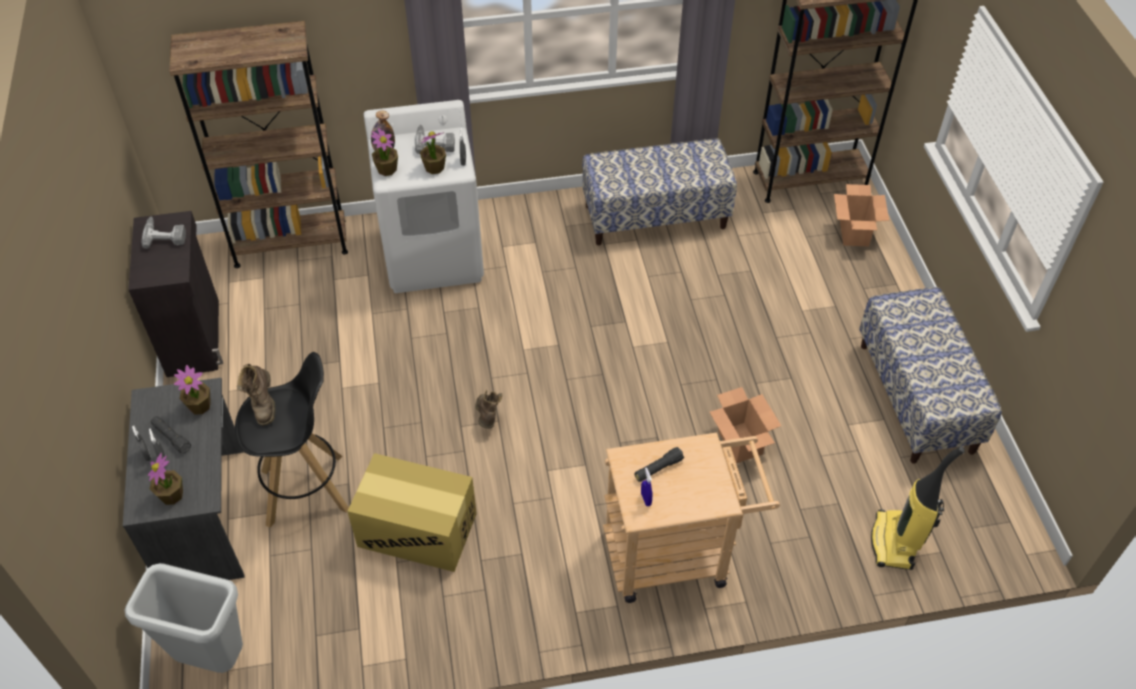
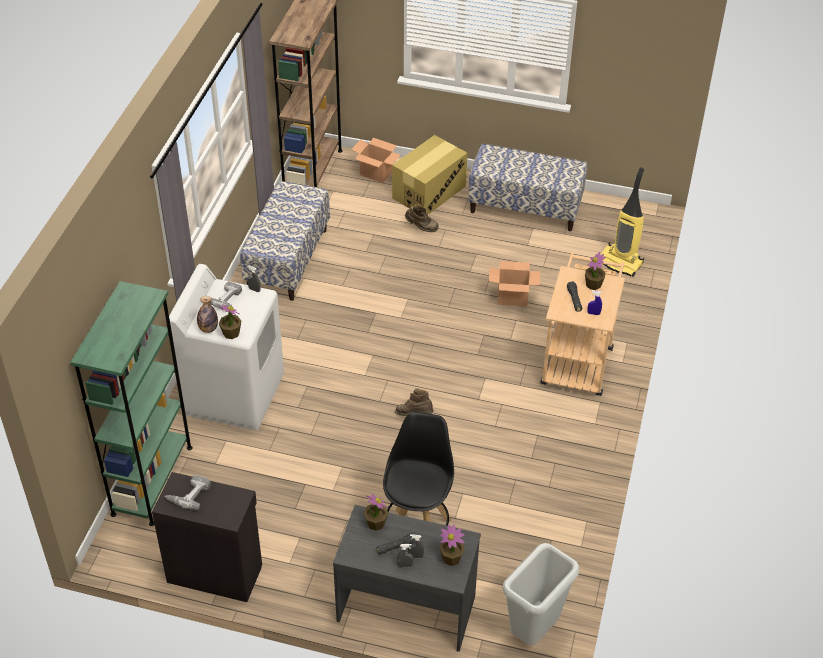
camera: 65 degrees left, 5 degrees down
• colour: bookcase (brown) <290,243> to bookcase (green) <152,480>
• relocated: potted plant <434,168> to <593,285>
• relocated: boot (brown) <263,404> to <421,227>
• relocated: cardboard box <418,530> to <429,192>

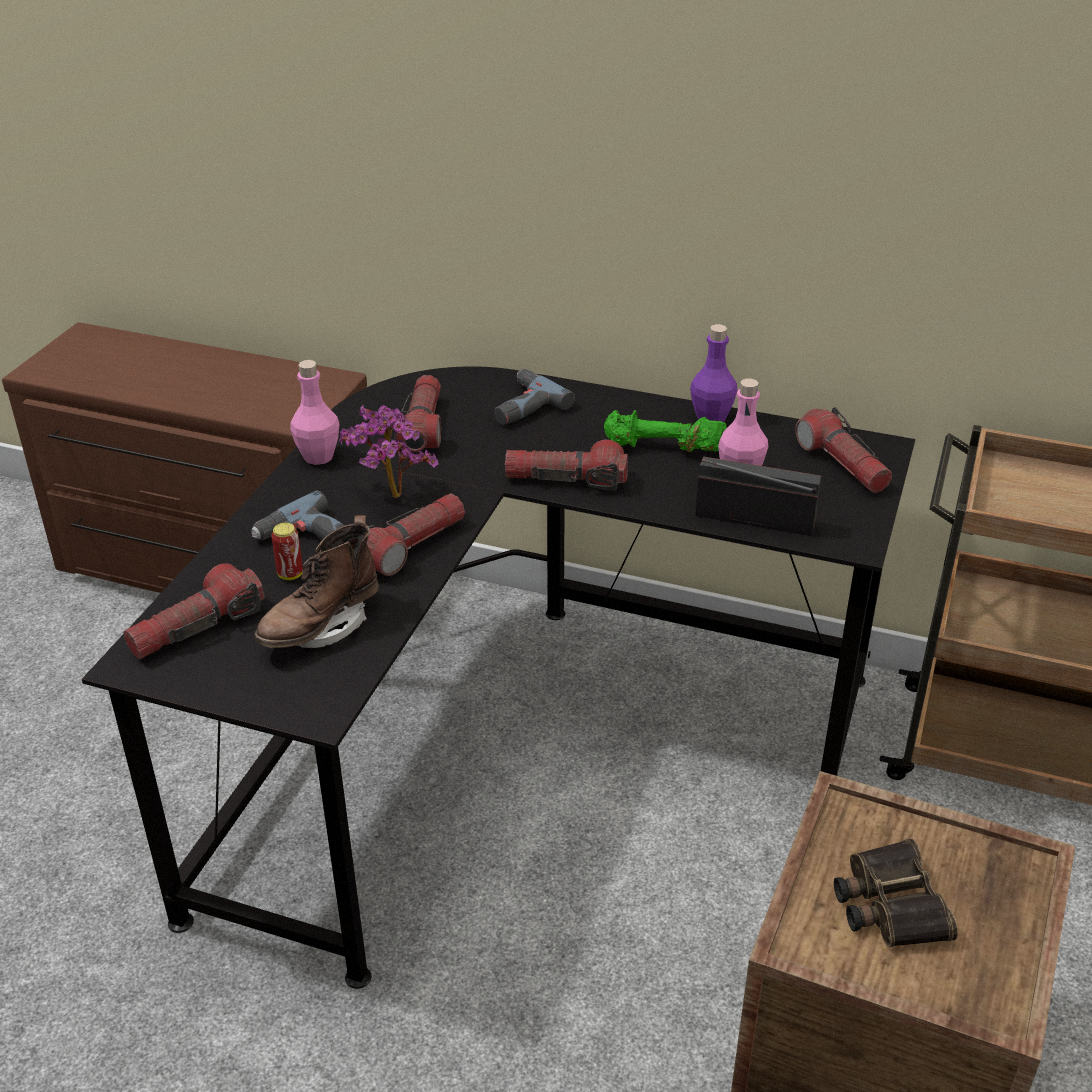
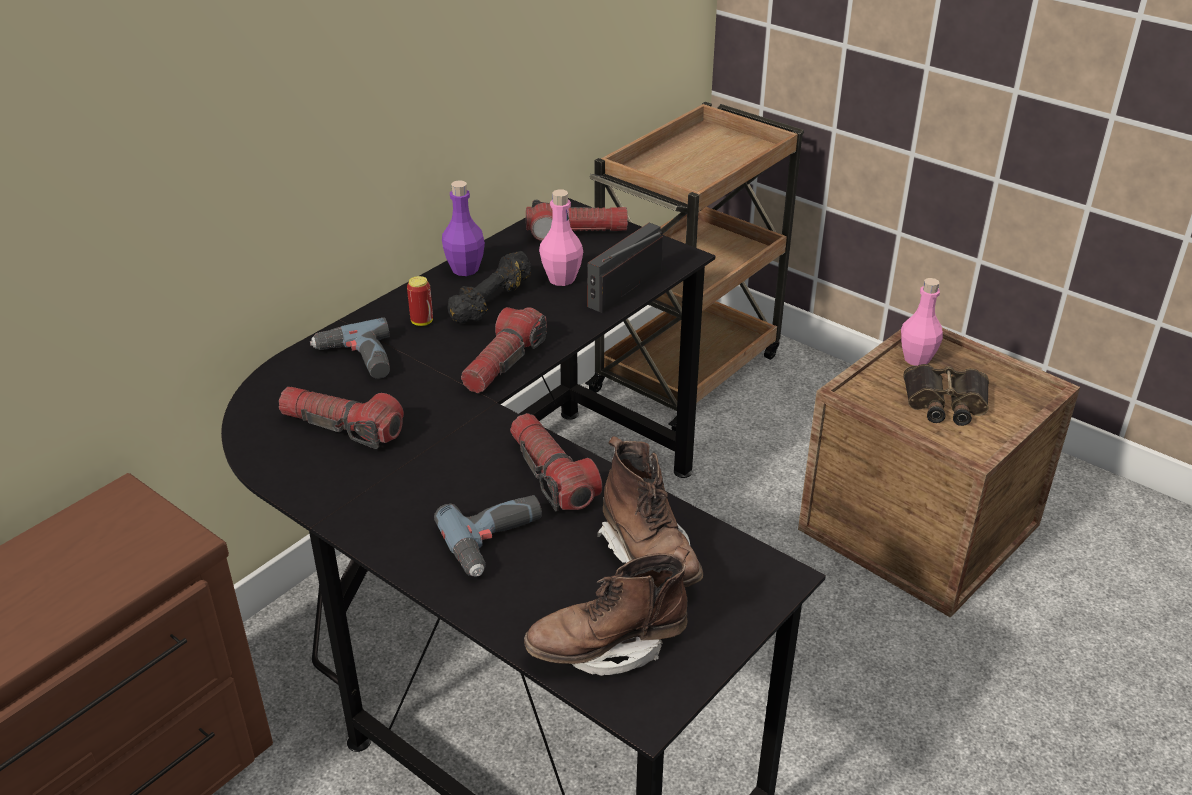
camera: 70 degrees left, 0 degrees up
• relocated: bottle (pink) <318,456> to <916,359>
• missing: potted plant <390,500>
• colour: dumbbell (green) <663,448> to dumbbell (black) <492,303>
• relocated: can <290,574> to <422,322>
• exchanged: flashlight <197,628> to boot (brown) <608,647>

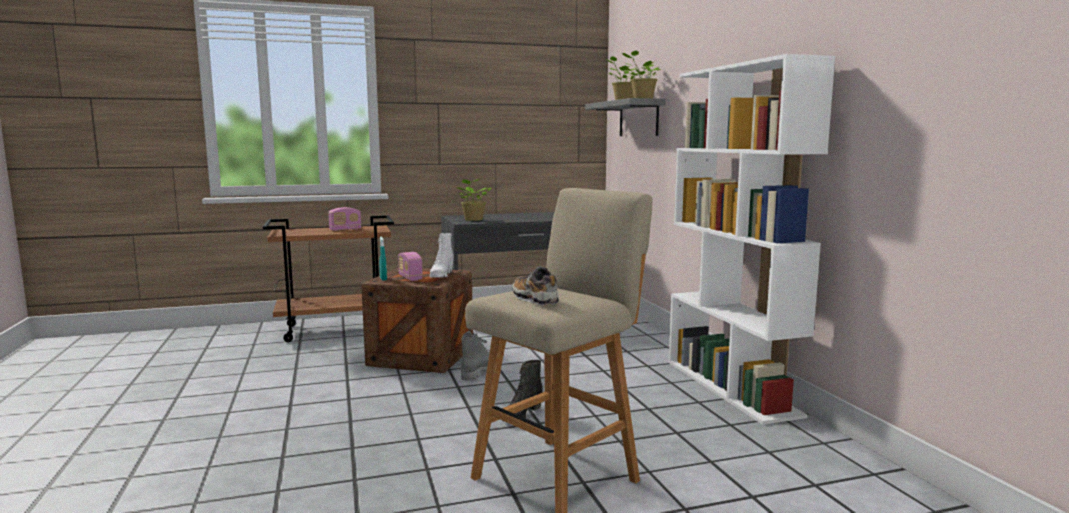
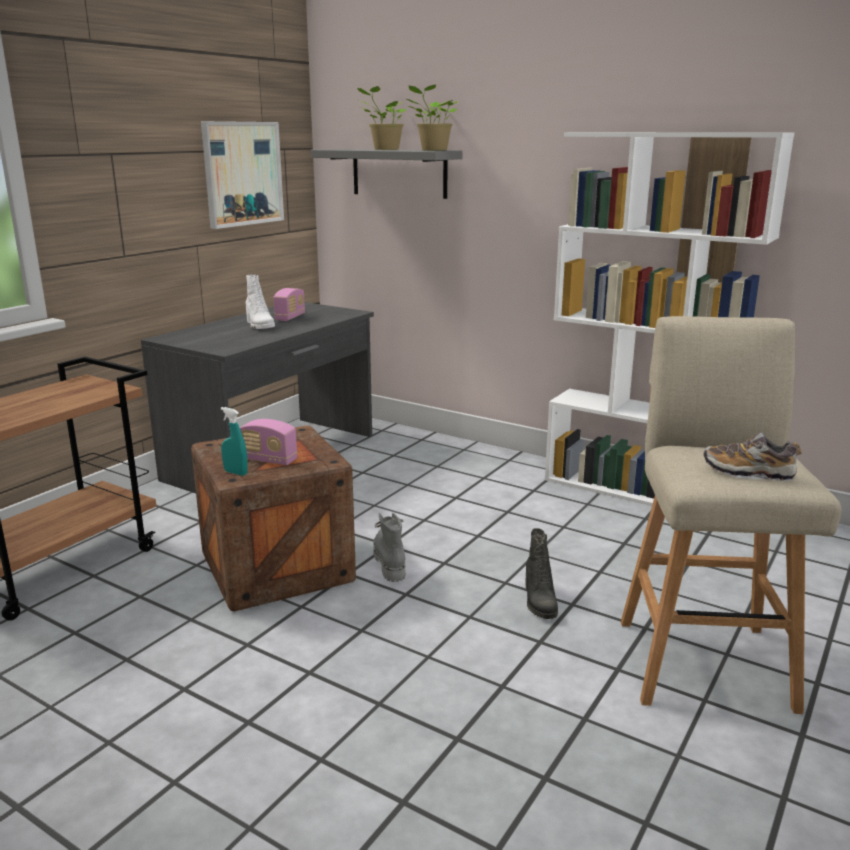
camera: 40 degrees left, 10 degrees up
• missing: potted plant <473,220>
• relocated: radio <345,230> to <290,317>
• relocated: boot (white) <441,275> to <259,326>
• appeared: picture <242,173>

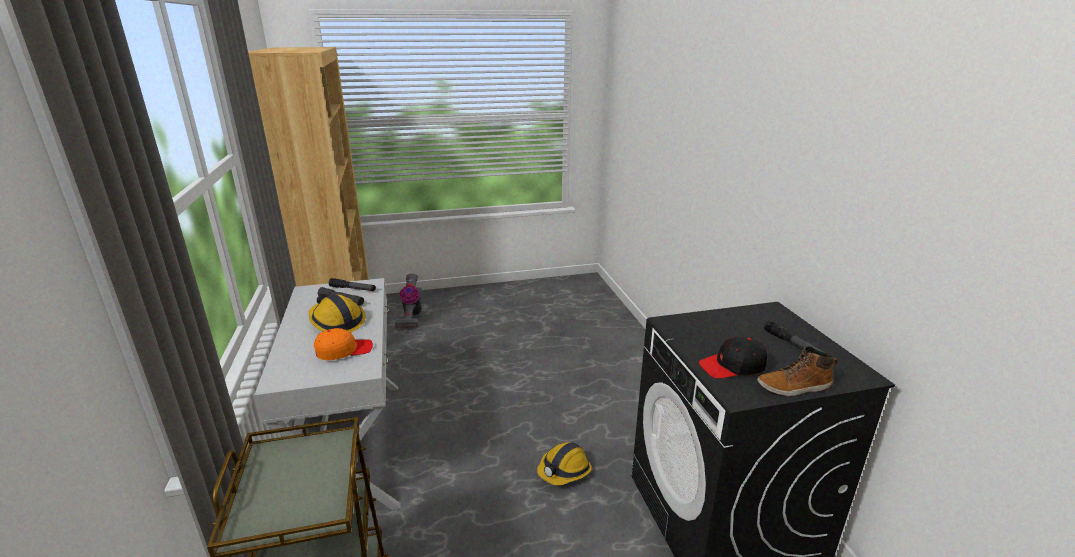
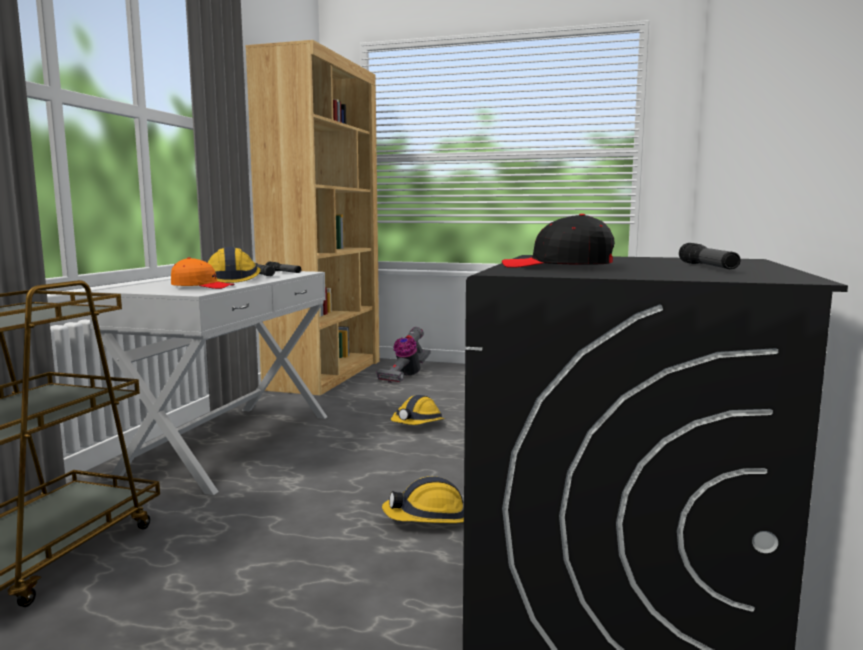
camera: 30 degrees right, 15 degrees down
• missing: boot <794,387>
• appeared: hard hat <417,424>

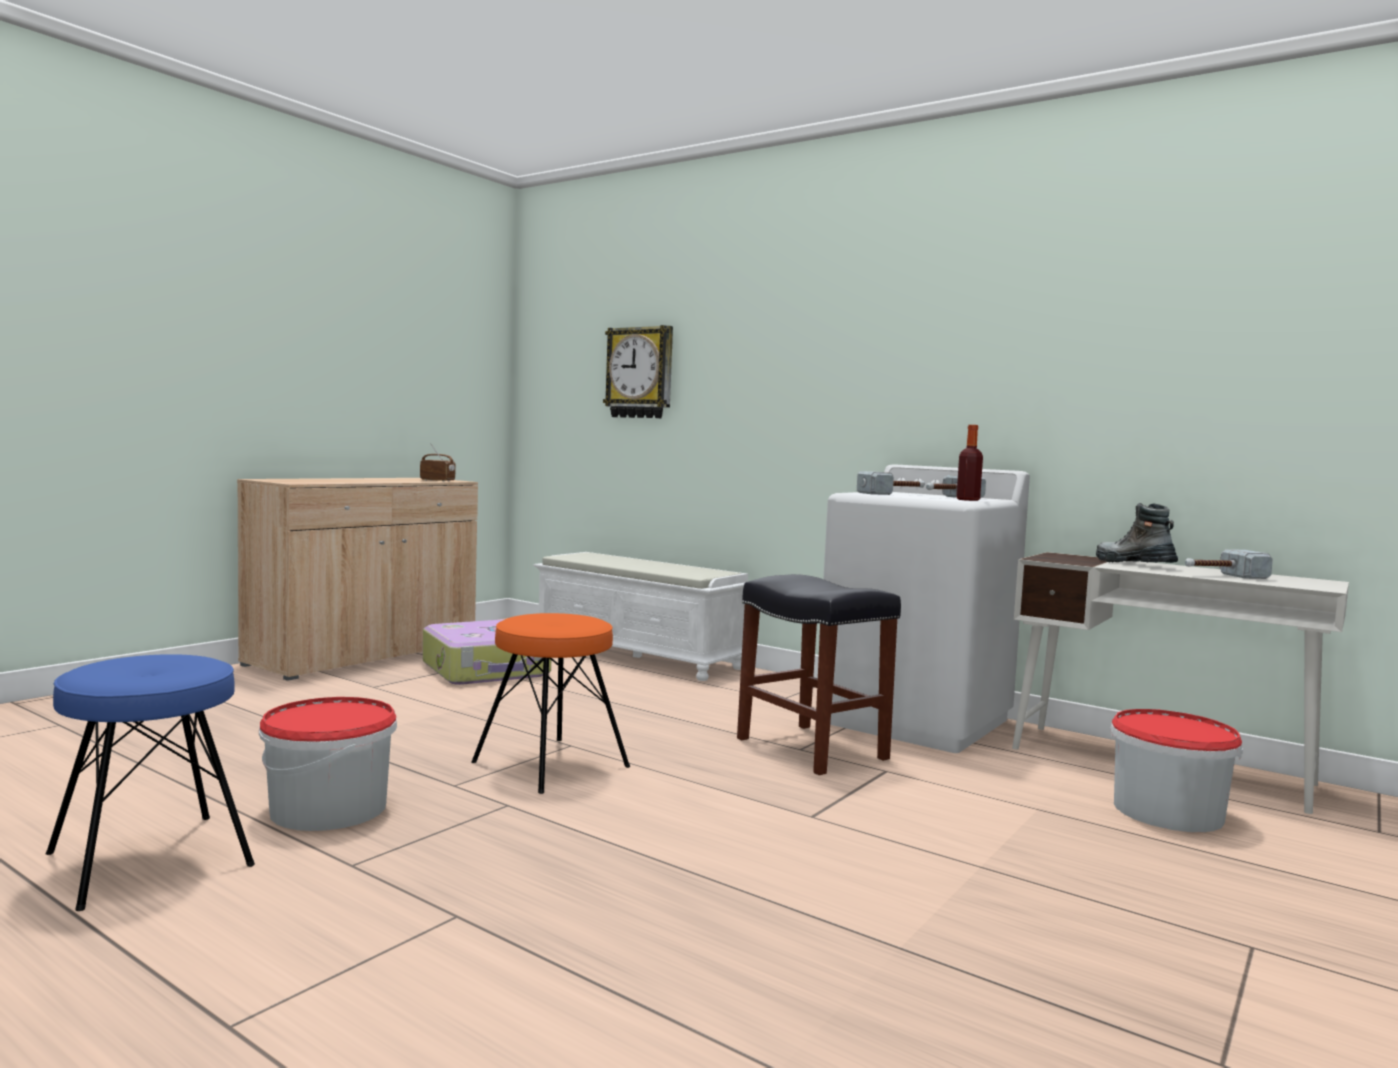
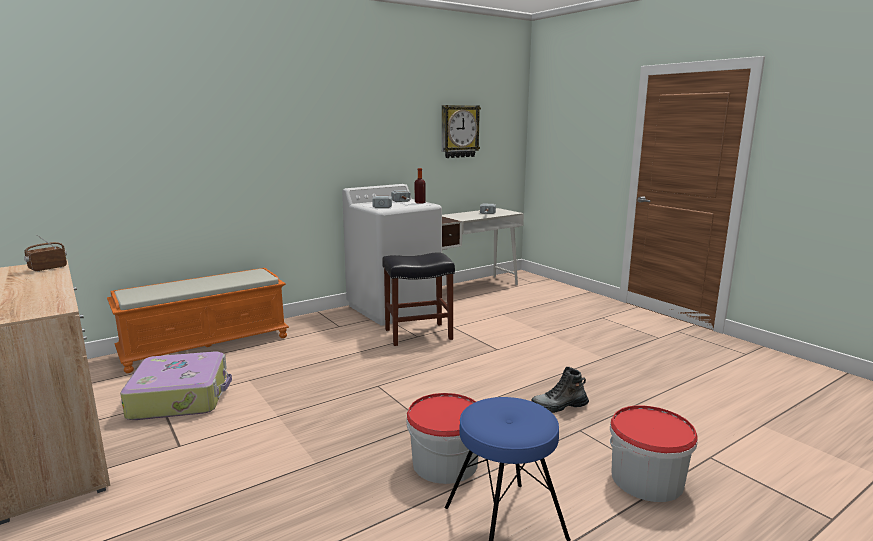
camera: 70 degrees left, 10 degrees up
• relocated: wall clock <640,373> to <459,131>
• relocated: boot <1133,564> to <559,406>
• colour: bench (white) <638,656> to bench (orange) <207,345>
• missing: stool (orange) <550,764>
• relocated: bucket <1168,812> to <647,479>

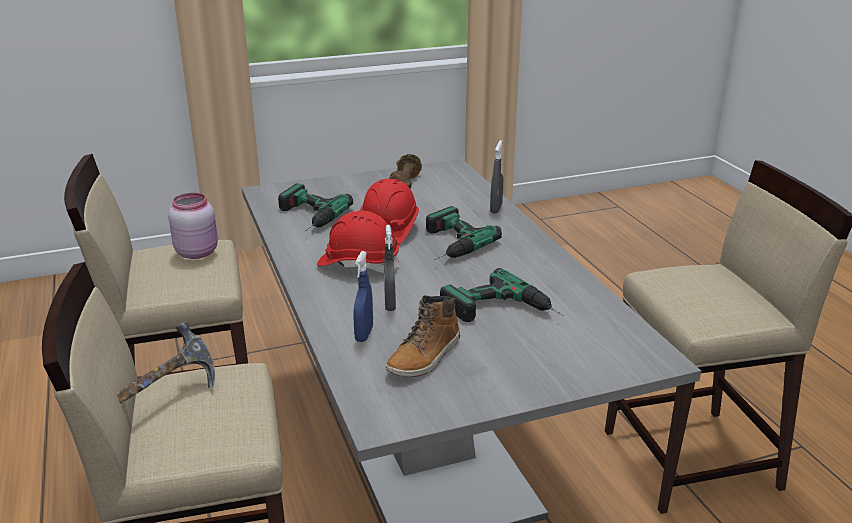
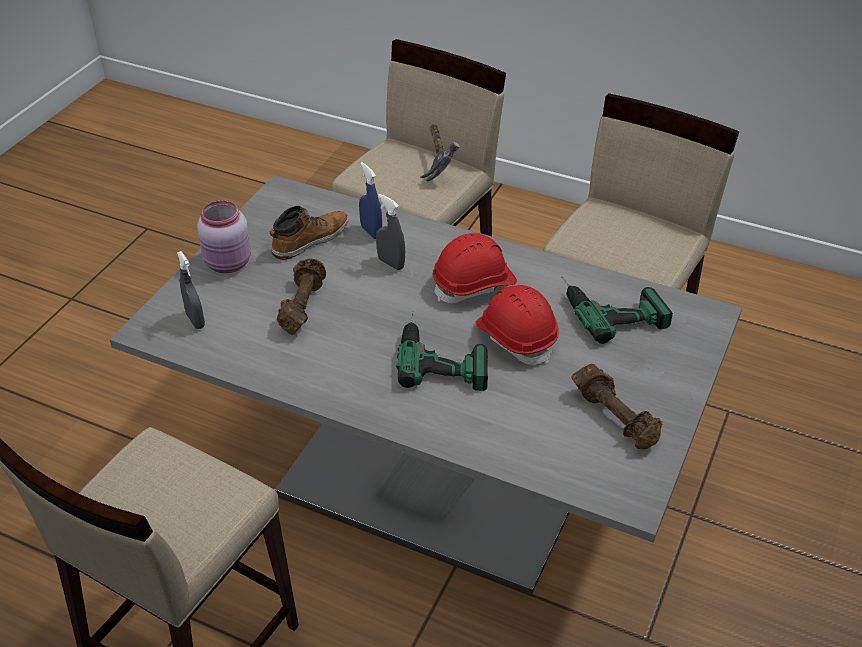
camera: 135 degrees right, 15 degrees up
• relocated: spray bottle (grey) <496,209> to <195,320>
• relocated: jar (pink) <197,252> to <228,264>
• exchanged: power drill <503,312> to dumbbell (brown) <301,306>
• spun: boot <425,356> = <310,240> 60 degrees clockwise

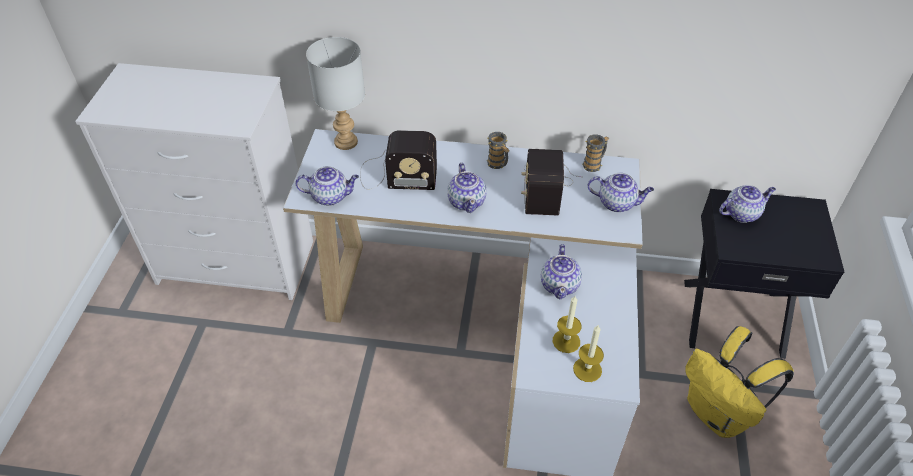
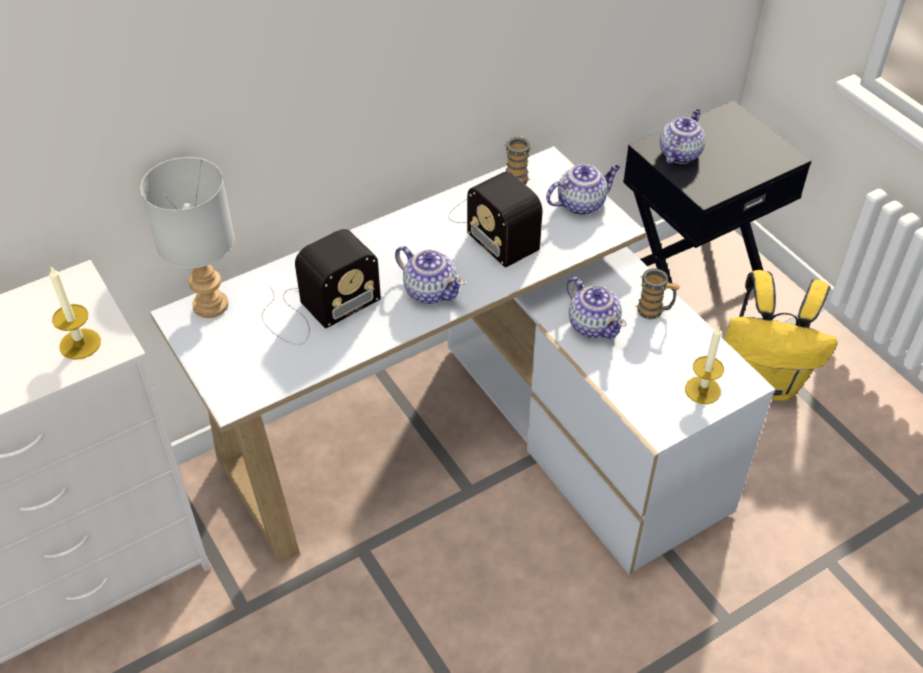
camera: 40 degrees left, 0 degrees up
• relocated: mug <498,165> to <654,311>
• missing: teapot <331,196>
• relocated: candle <566,341> to <80,344>

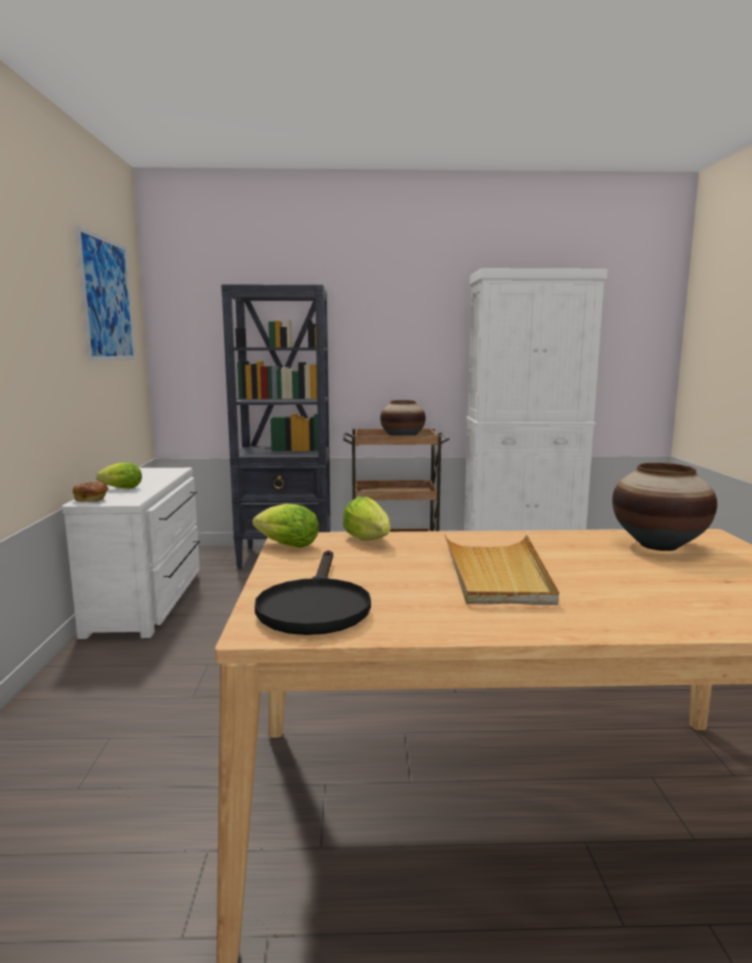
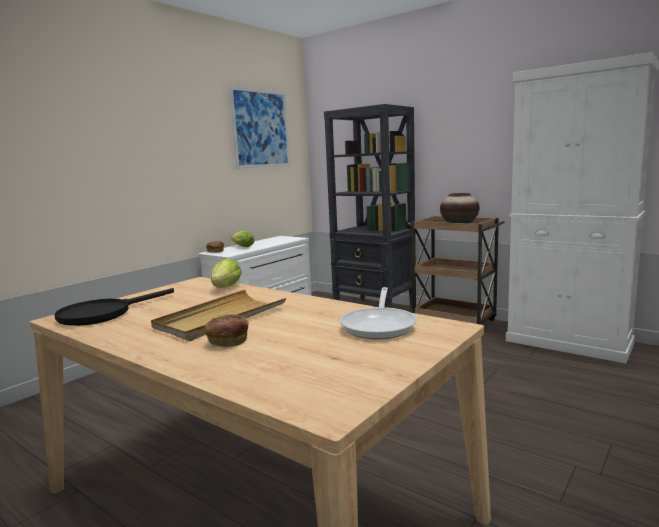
camera: 40 degrees right, 0 degrees up
• exchanged: vase <658,545> to frying pan <379,325>
• missing: lettuce <284,545>
• appeared: bread <227,341>

